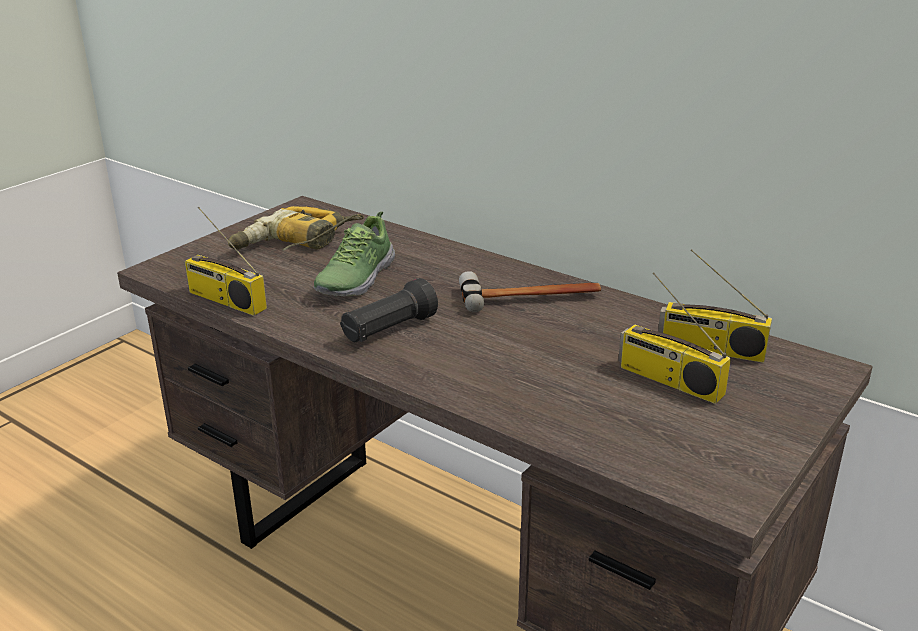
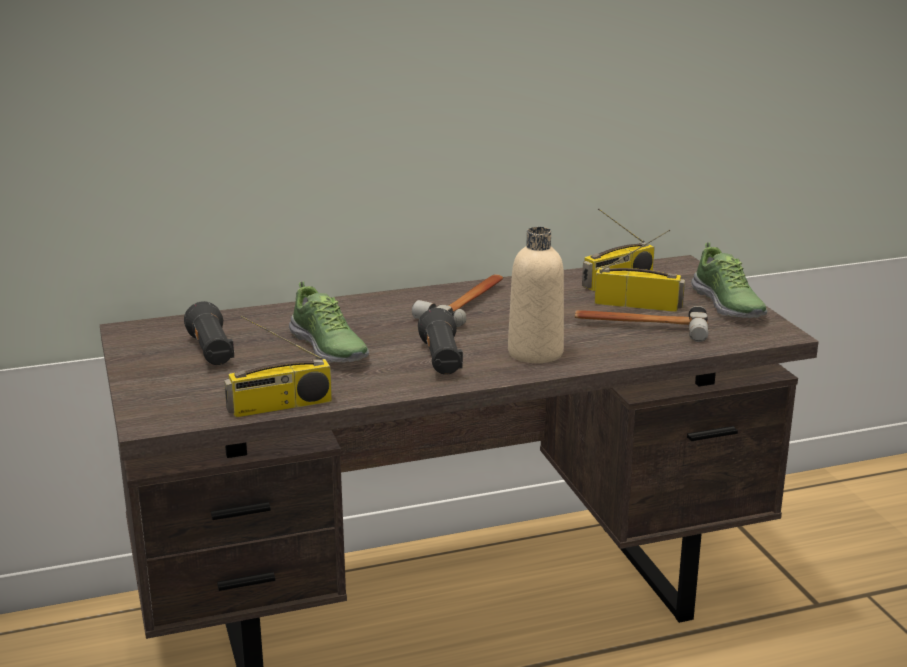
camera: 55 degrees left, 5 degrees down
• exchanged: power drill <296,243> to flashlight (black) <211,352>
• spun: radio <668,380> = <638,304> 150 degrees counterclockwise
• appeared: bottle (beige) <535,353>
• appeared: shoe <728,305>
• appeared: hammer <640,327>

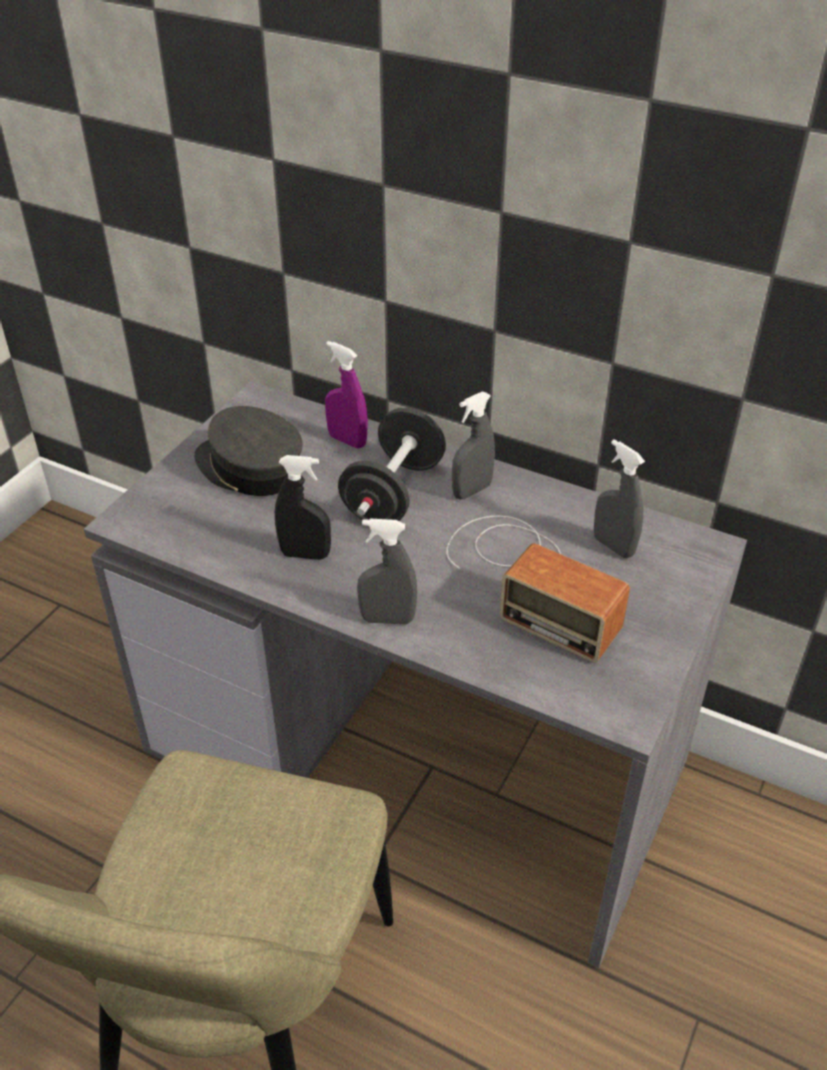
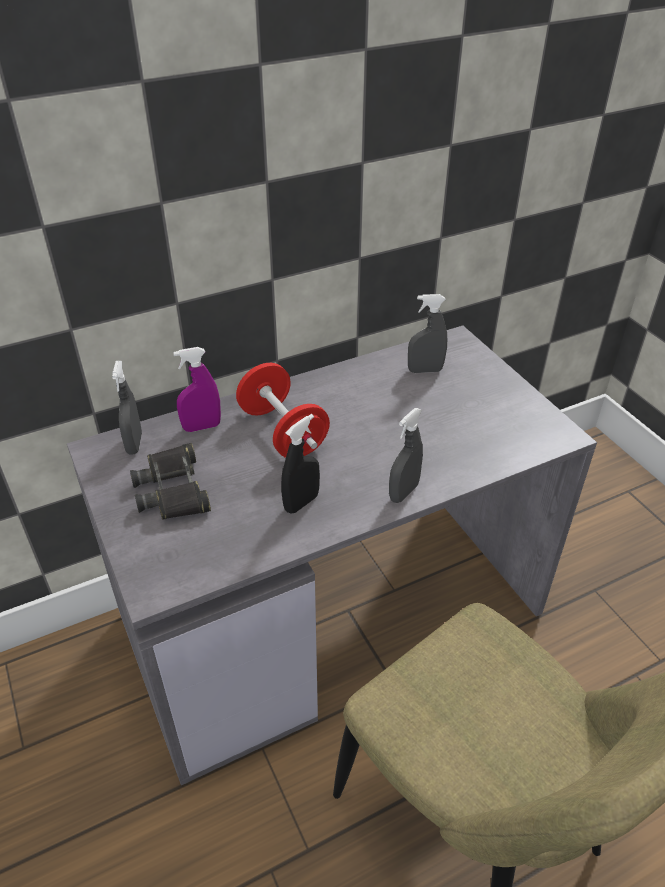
camera: 55 degrees left, 0 degrees up
• relocated: spray bottle (grey) <472,491> to <134,444>
• exchanged: cap (grey) <249,468> to binoculars (black) <173,490>
• colour: dumbbell (black) <393,493> to dumbbell (red) <283,432>
• missing: radio <529,580>

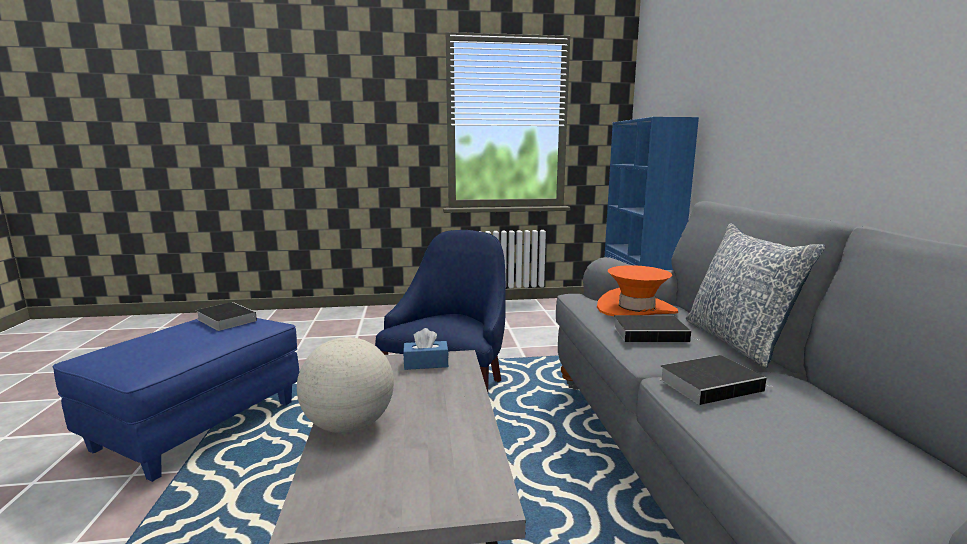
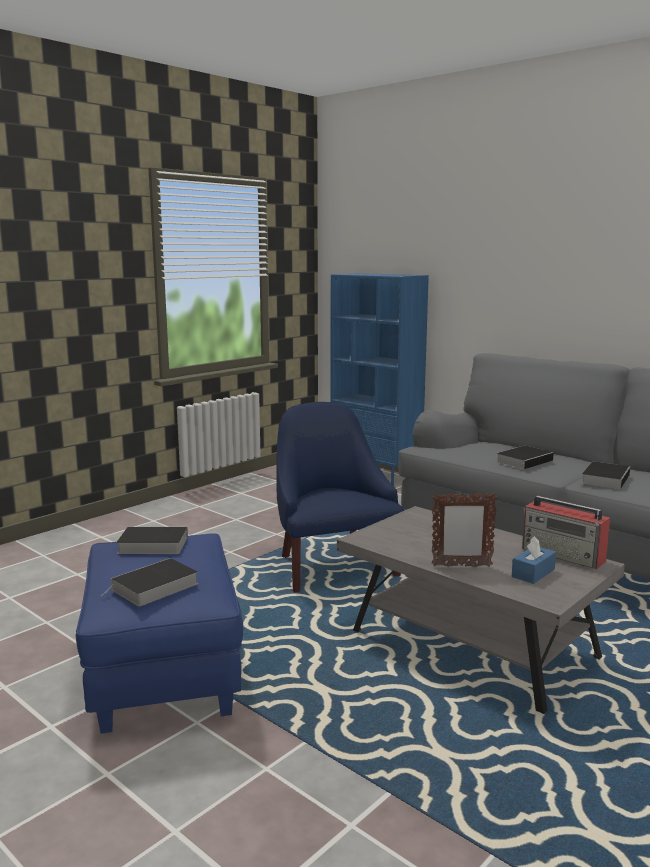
camera: 40 degrees left, 0 degrees up
• missing: pillow <737,341>
• missing: hat (orange) <636,309>
• relocated: tissue box (blue) <426,363> to <533,573>
• exchanged: globe <349,426> to picture frame <461,566>
• appeared: radio <564,555>
• appeared: book <153,588>

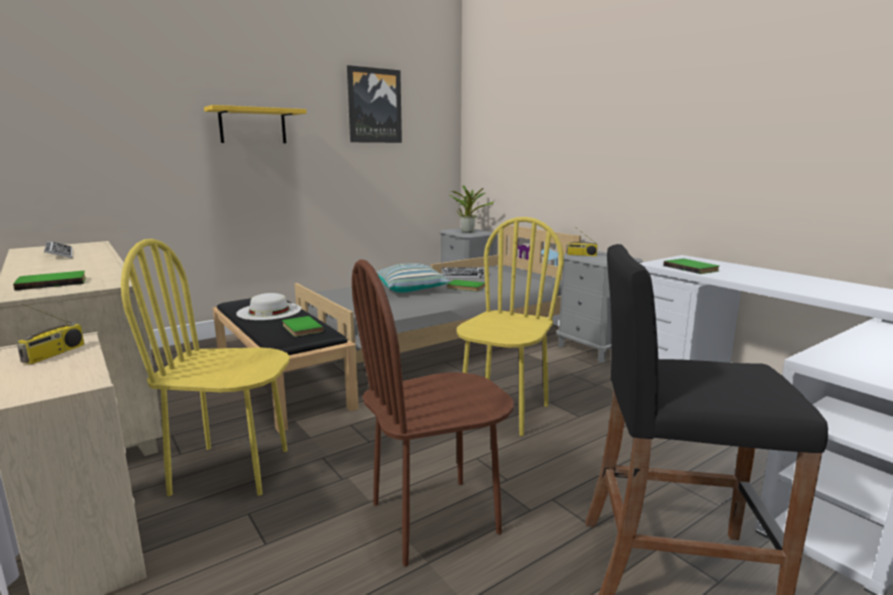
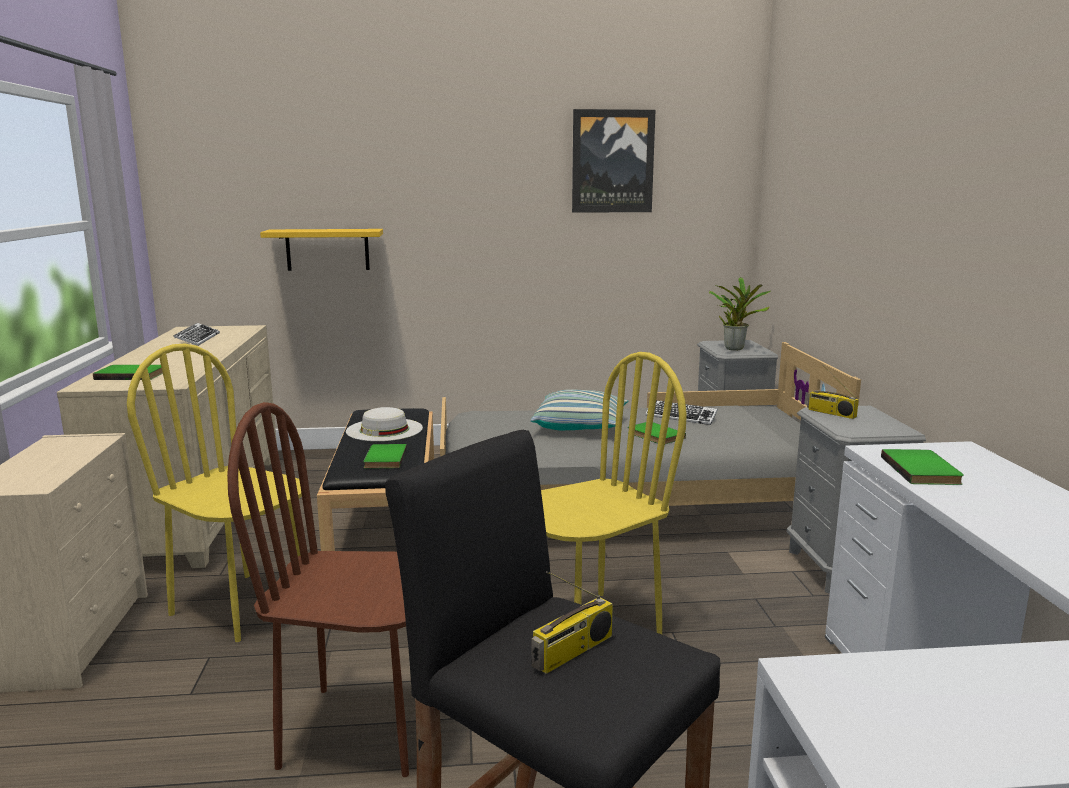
camera: 30 degrees right, 0 degrees up
• relocated: shelf (yellow) <253,126> to <327,249>
• relocated: radio <54,354> to <573,652>

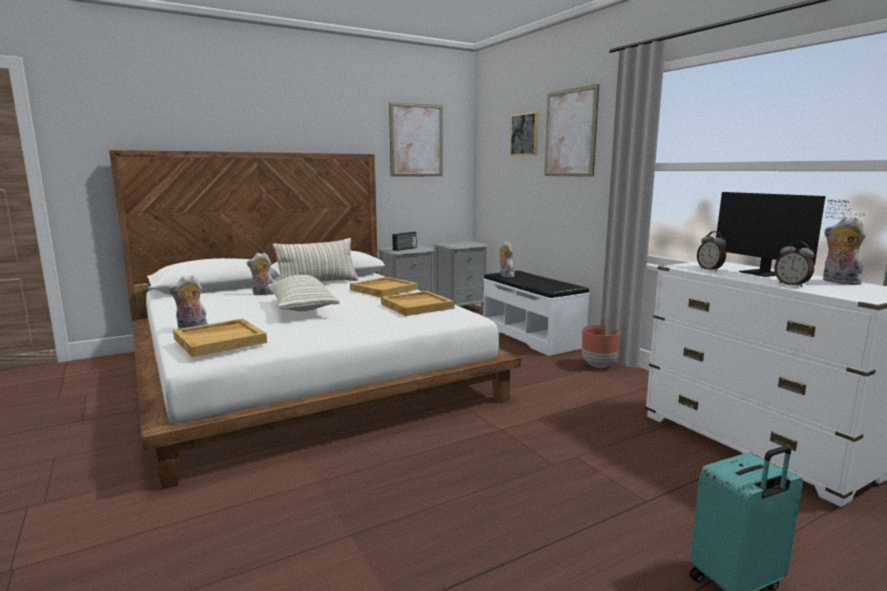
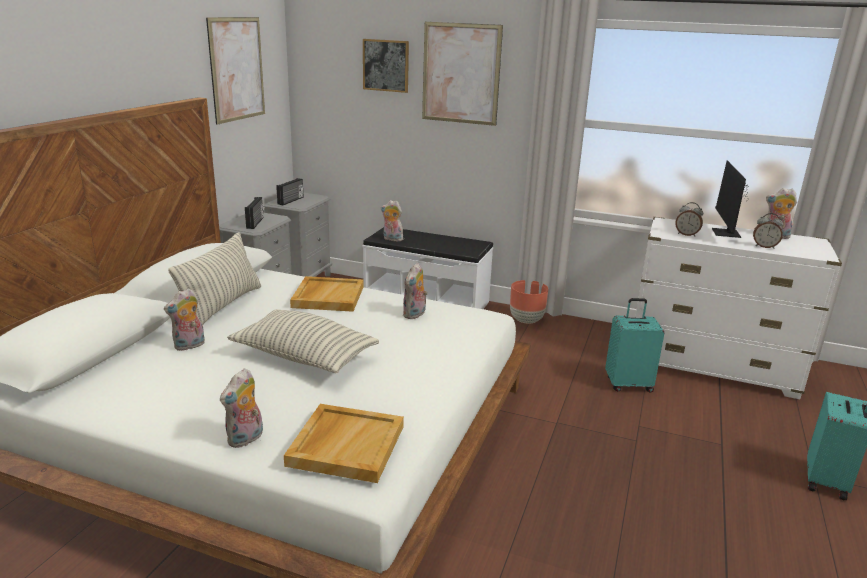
camera: 40 degrees left, 10 degrees up
• spun: monitor <765,274> = <725,234> 75 degrees clockwise
• exchanged: tray (beige) <417,306> to plush toy <415,315>
• appeared: radio <291,201>
• appeared: suitcase (turquoise) <628,384>

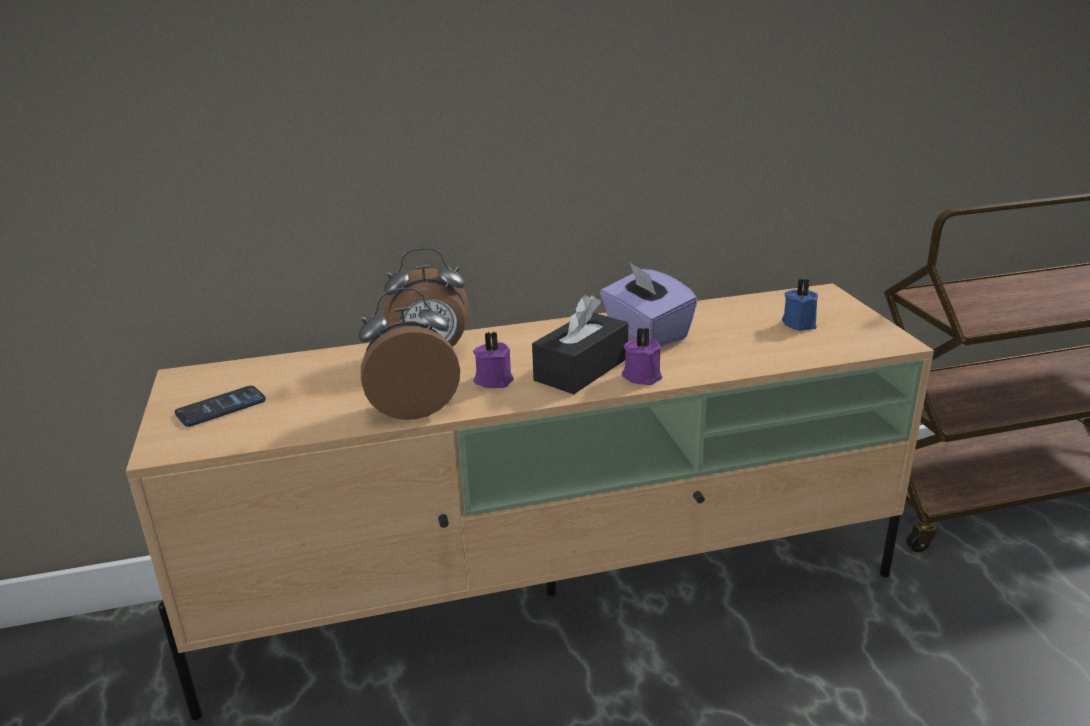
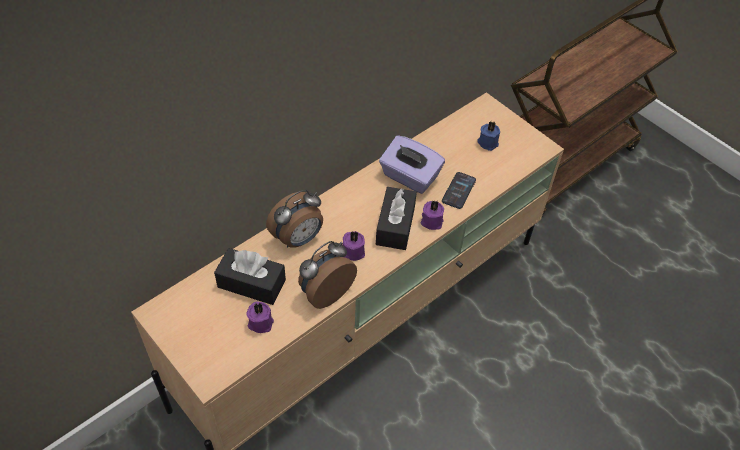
camera: 30 degrees left, 25 degrees up
• relocated: phone <221,407> to <458,191>
• appeared: tissue box (black) <251,283>
• appeared: candle (purple) <260,322>

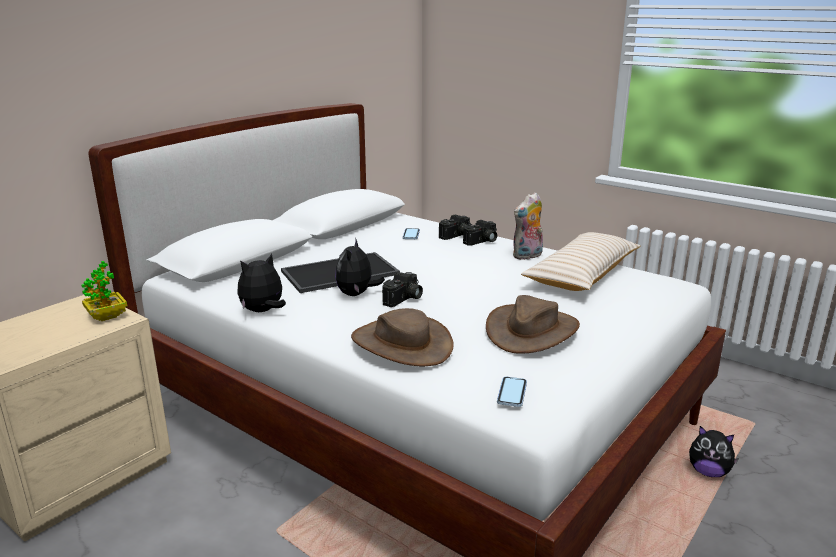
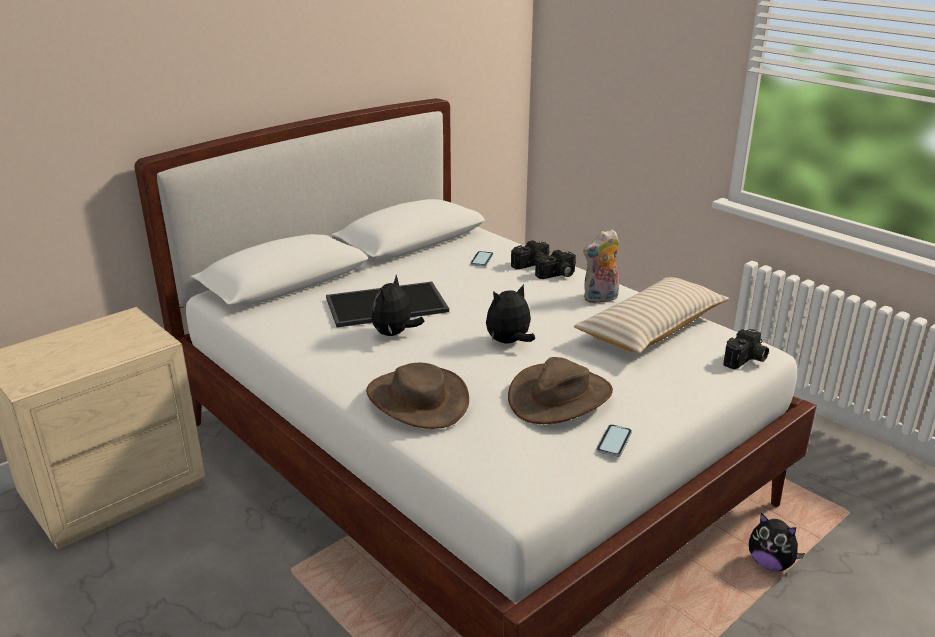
camera: 10 degrees right, 5 degrees up
• relocated: plush toy <263,311> to <509,342>
• missing: potted plant <107,316>
• relocated: photo camera <404,299> to <746,360>
• relocated: phone <512,393> to <614,442>

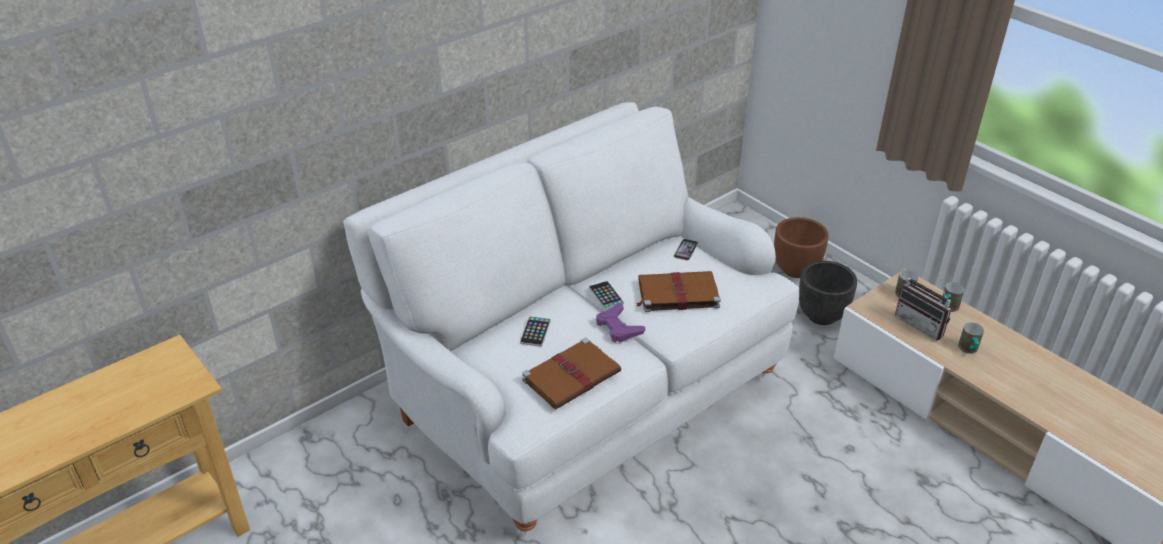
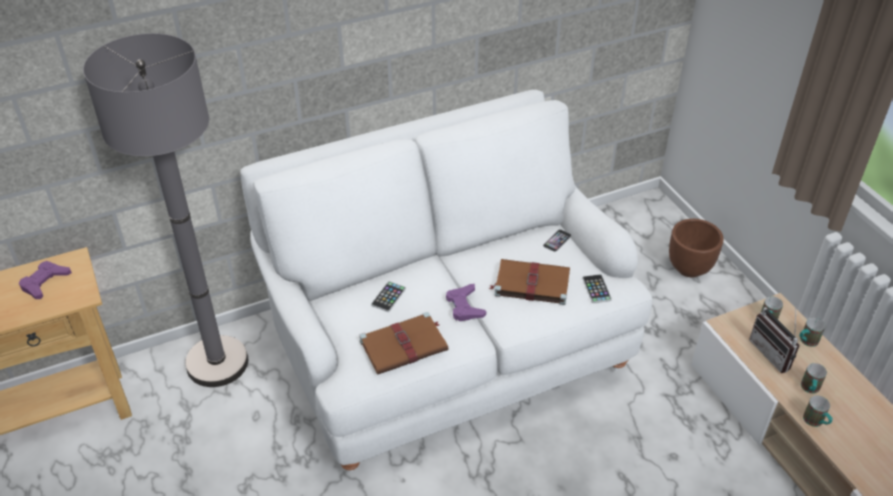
camera: 15 degrees right, 5 degrees up
• missing: planter (black) <822,316>
• relocated: phone <606,296> to <596,289>
• appeared: floor lamp (grey) <217,363>
• appeared: game controller (purple) <45,282>
• appeared: mug <816,422>

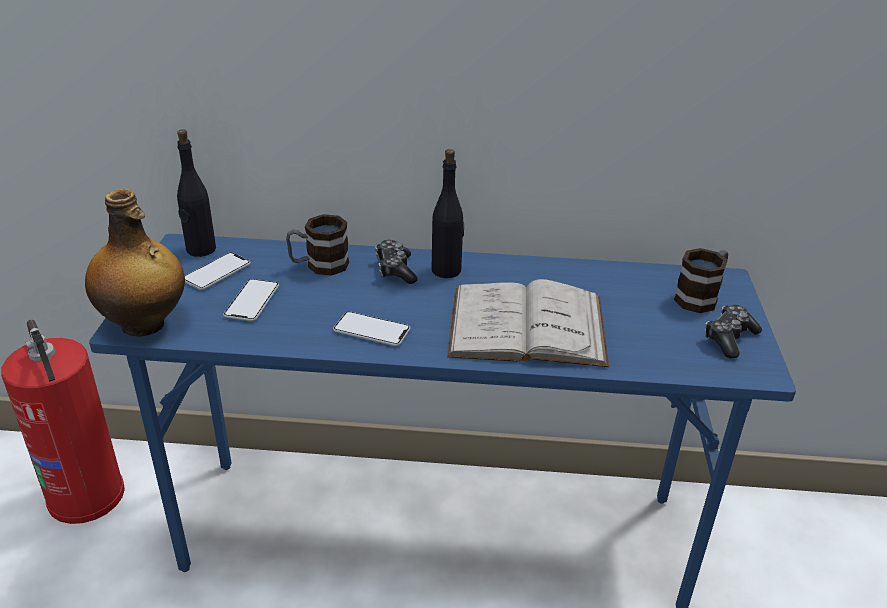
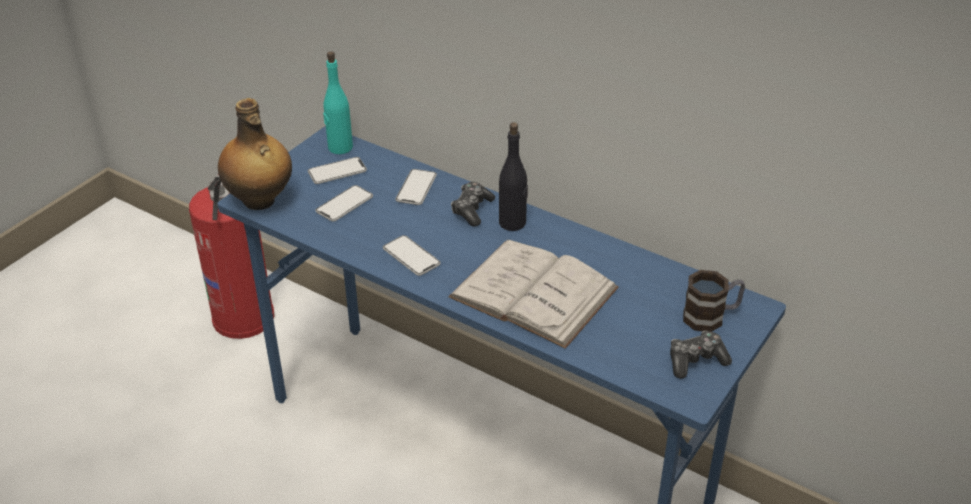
camera: 30 degrees right, 5 degrees up
• colour: bottle (black) <200,249> to bottle (turquoise) <340,147>
• exchanged: mug <319,265> to phone <416,188>

